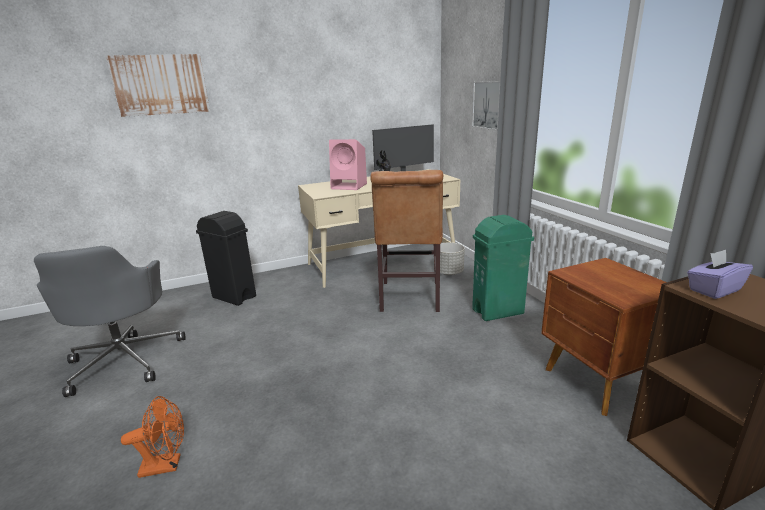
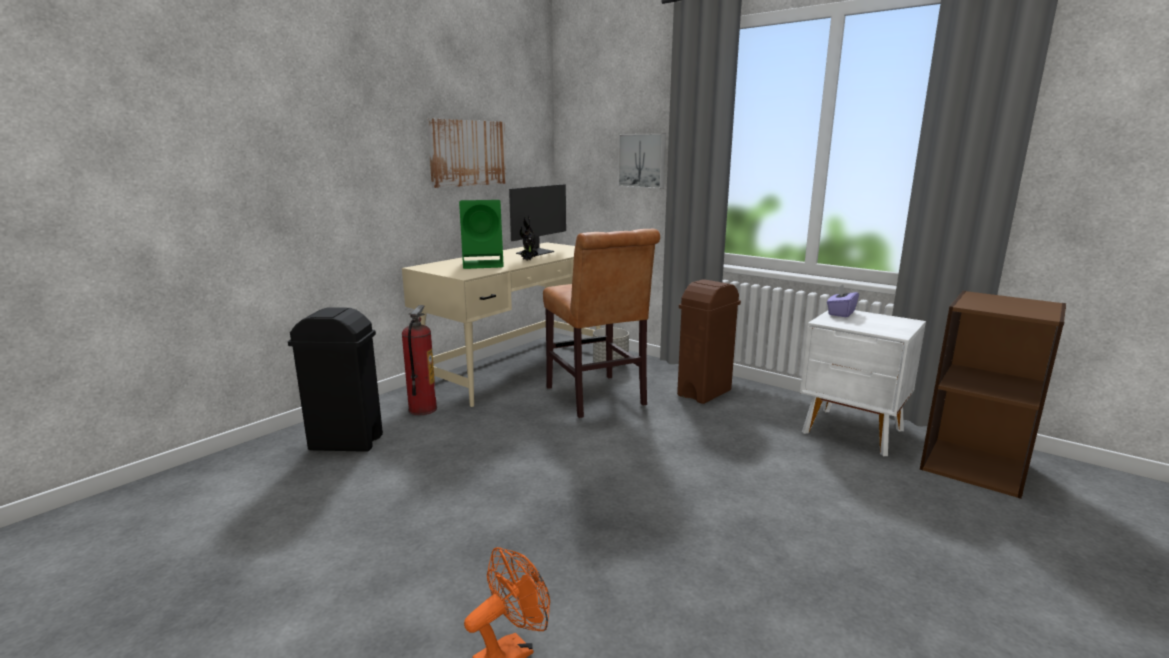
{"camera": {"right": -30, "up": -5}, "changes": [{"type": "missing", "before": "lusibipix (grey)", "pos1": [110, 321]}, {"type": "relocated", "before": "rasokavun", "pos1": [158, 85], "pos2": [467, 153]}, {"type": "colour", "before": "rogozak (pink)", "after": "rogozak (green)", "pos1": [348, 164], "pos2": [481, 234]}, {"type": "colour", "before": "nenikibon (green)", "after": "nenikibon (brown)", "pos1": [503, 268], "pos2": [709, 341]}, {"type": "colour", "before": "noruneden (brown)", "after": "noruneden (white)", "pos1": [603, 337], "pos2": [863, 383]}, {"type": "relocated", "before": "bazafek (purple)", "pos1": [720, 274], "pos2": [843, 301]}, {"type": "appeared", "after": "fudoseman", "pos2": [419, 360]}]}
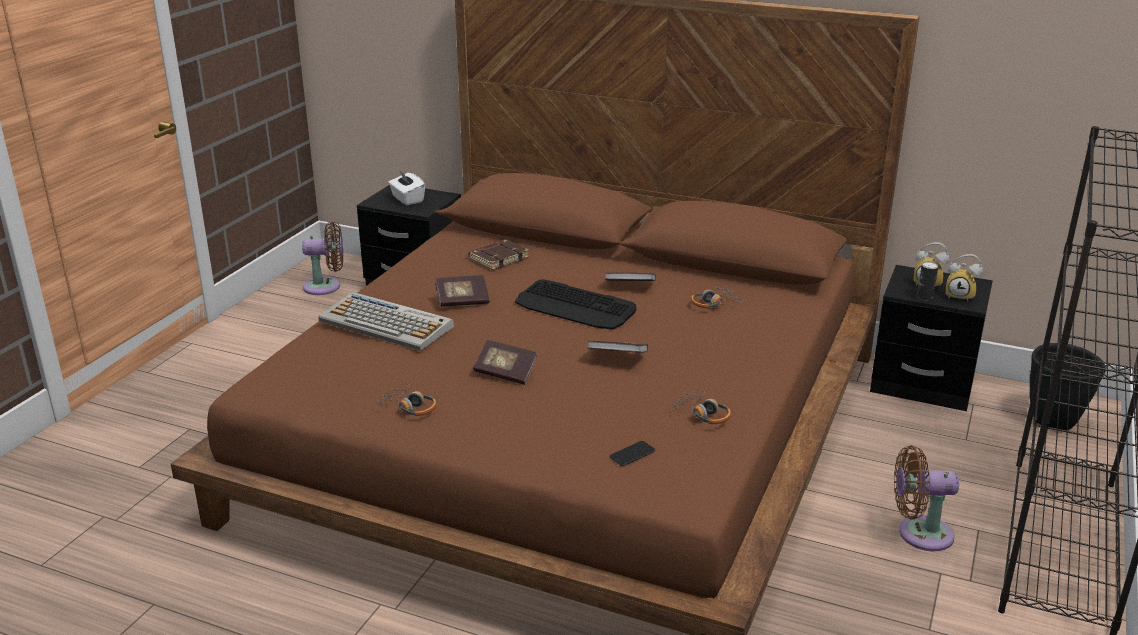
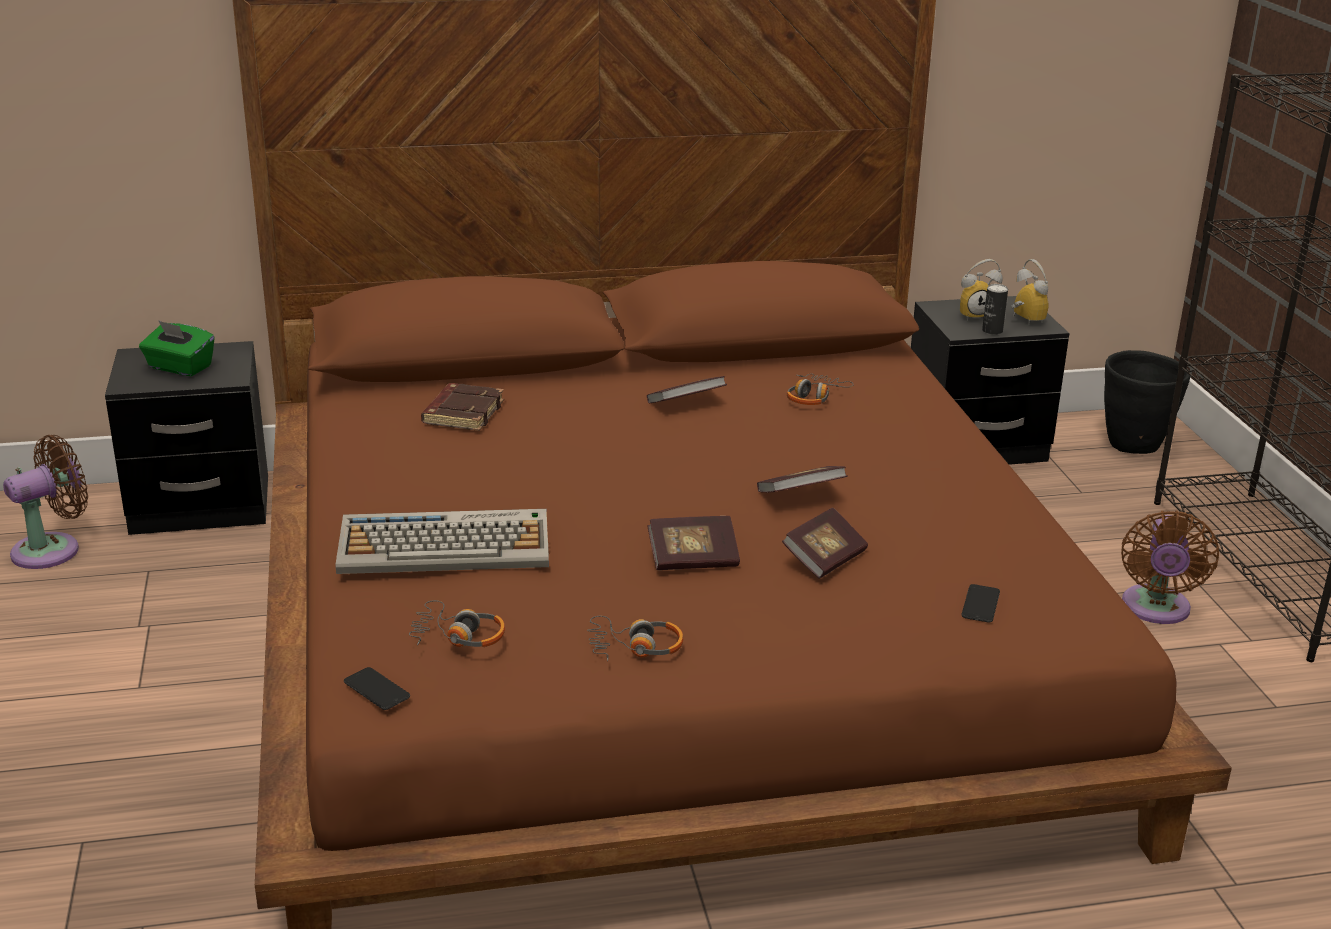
{"camera": {"right": -35, "up": 0}, "changes": [{"type": "colour", "before": "bazafek (white)", "after": "bazafek (green)", "pos1": [406, 188], "pos2": [177, 348]}, {"type": "relocated", "before": "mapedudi", "pos1": [462, 291], "pos2": [825, 543]}, {"type": "missing", "before": "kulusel", "pos1": [575, 304]}, {"type": "relocated", "before": "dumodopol", "pos1": [701, 406], "pos2": [457, 623]}, {"type": "spun", "before": "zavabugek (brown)", "pos1": [926, 498], "pos2": [1170, 567], "turn": -45}, {"type": "spun", "before": "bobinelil", "pos1": [964, 278], "pos2": [1030, 291], "turn": -105}, {"type": "appeared", "after": "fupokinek", "pos2": [377, 688]}]}
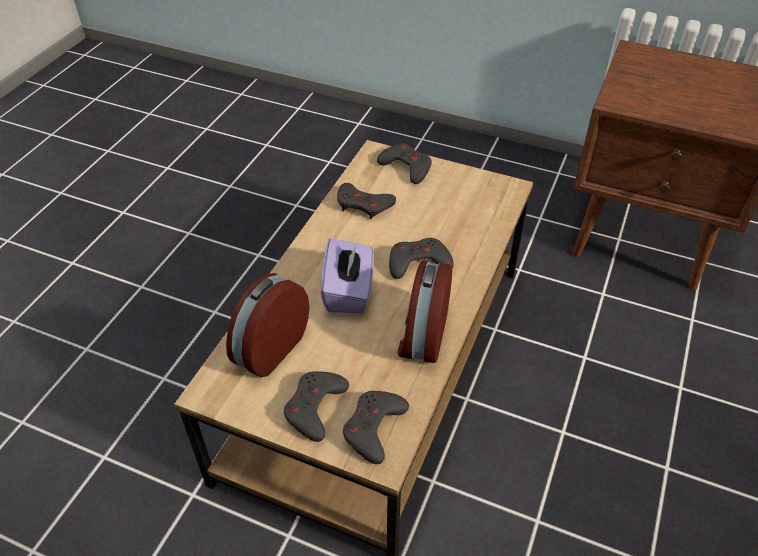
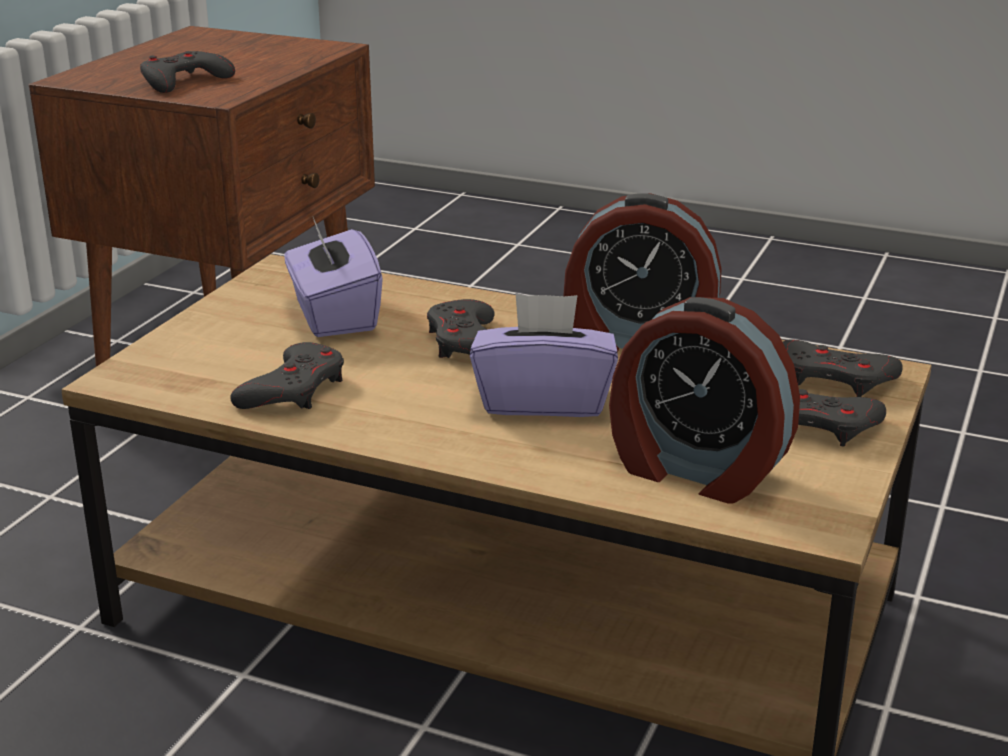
{"camera": {"right": -90, "up": -20}, "changes": [{"type": "relocated", "before": "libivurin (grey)", "pos1": [404, 163], "pos2": [187, 72]}, {"type": "appeared", "after": "bazafek (purple)", "pos2": [333, 277]}]}
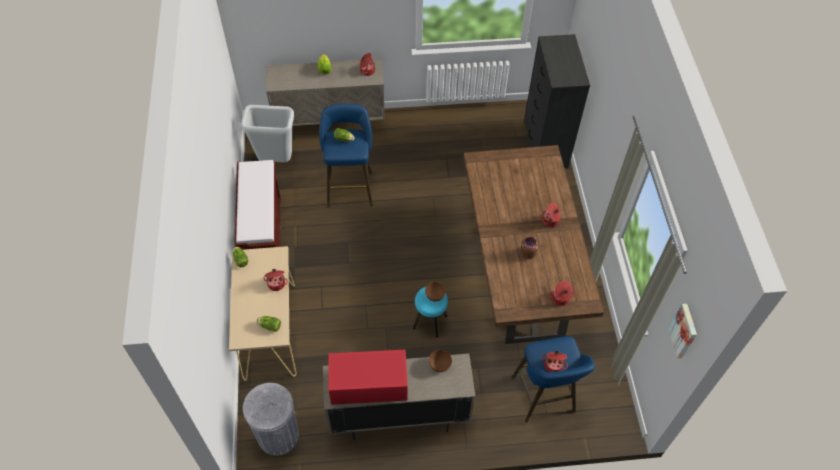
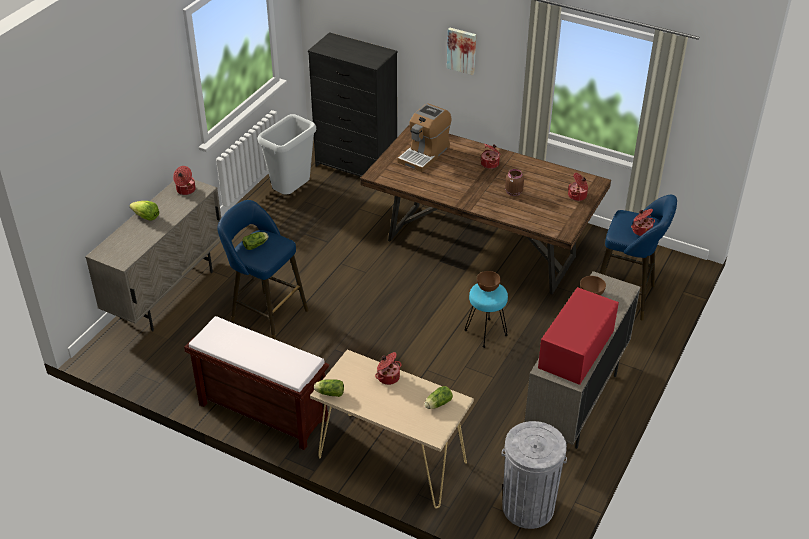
{"camera": {"right": -55, "up": -15}, "changes": [{"type": "relocated", "before": "nenikibon (grey)", "pos1": [267, 133], "pos2": [286, 154]}, {"type": "relocated", "before": "rasokavun", "pos1": [682, 331], "pos2": [461, 51]}, {"type": "appeared", "after": "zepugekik", "pos2": [424, 137]}]}
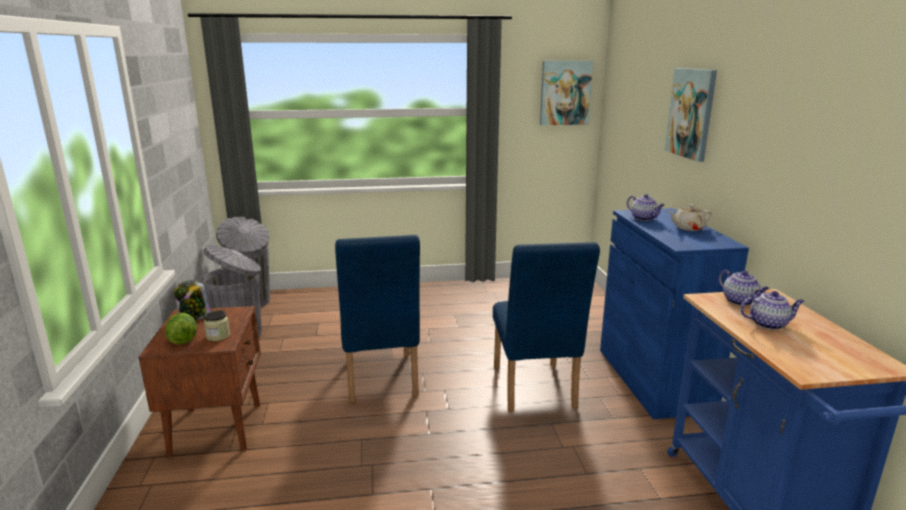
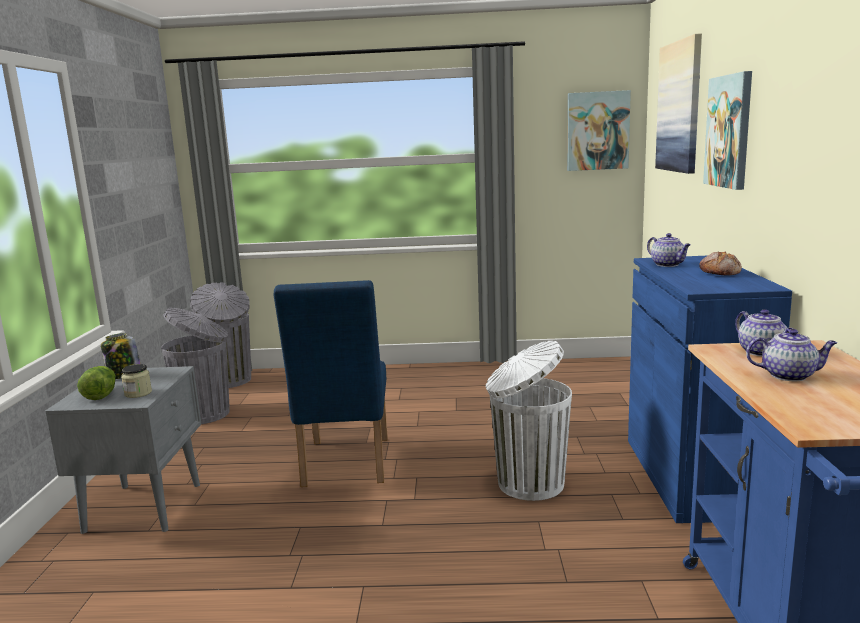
{"camera": {"right": 10, "up": -5}, "changes": [{"type": "colour", "before": "noruneden (brown)", "after": "noruneden (grey)", "pos1": [199, 381], "pos2": [123, 450]}, {"type": "exchanged", "before": "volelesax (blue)", "after": "nenikibon (white)", "pos1": [546, 327], "pos2": [529, 421]}, {"type": "exchanged", "before": "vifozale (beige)", "after": "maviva", "pos1": [690, 218], "pos2": [720, 264]}, {"type": "appeared", "after": "rasokavun", "pos2": [678, 103]}]}
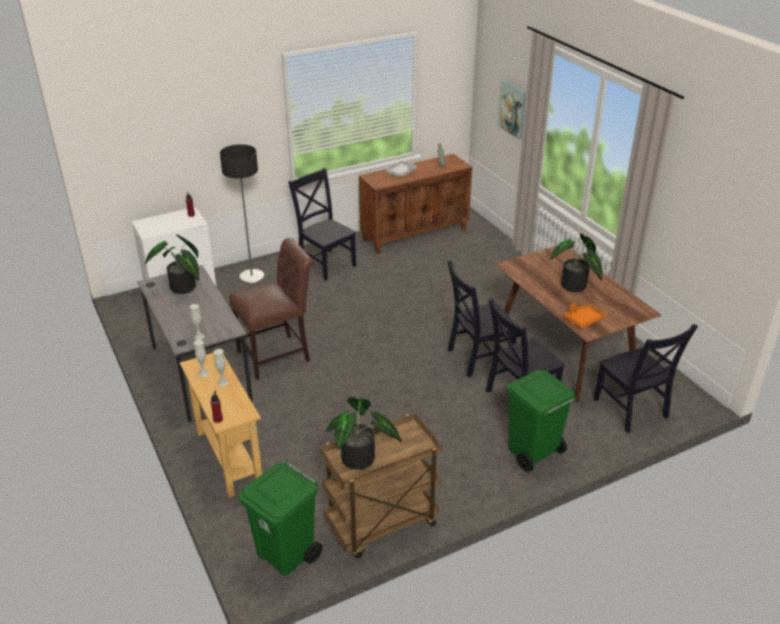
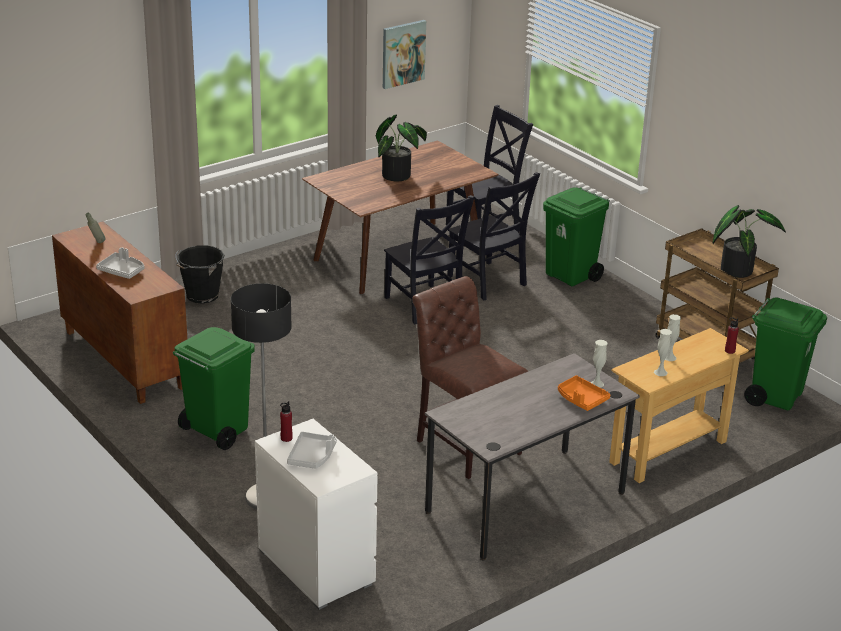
{"camera": {"right": -100, "up": -5}, "changes": [{"type": "missing", "before": "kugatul", "pos1": [172, 264]}, {"type": "exchanged", "before": "volelesax (black)", "after": "nenikibon (green)", "pos1": [322, 224], "pos2": [214, 388]}, {"type": "relocated", "before": "rasokavun", "pos1": [511, 109], "pos2": [404, 54]}, {"type": "relocated", "before": "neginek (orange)", "pos1": [585, 316], "pos2": [584, 393]}, {"type": "appeared", "after": "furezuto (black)", "pos2": [200, 274]}, {"type": "appeared", "after": "neginek (grey)", "pos2": [312, 450]}]}
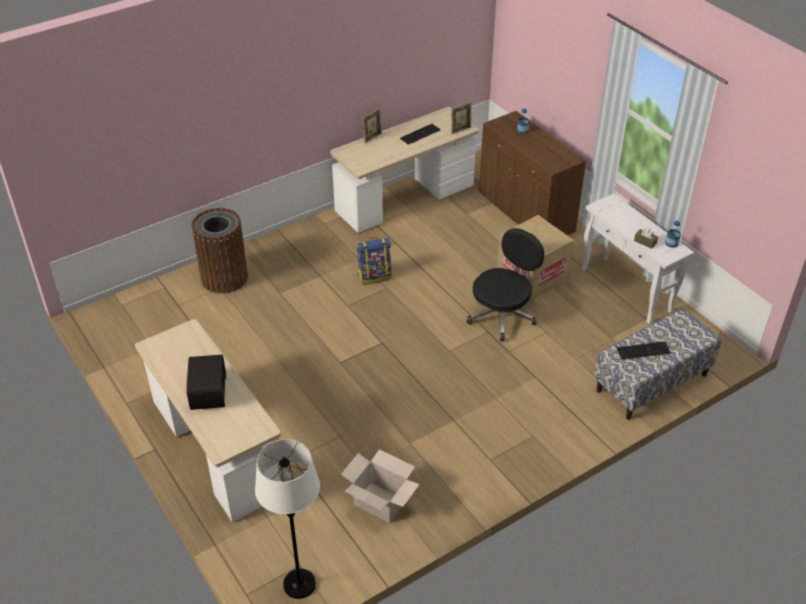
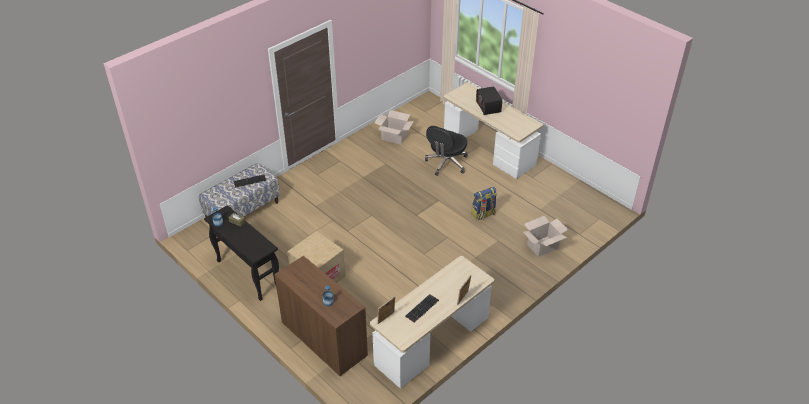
{"camera": {"right": 170, "up": 0}, "changes": [{"type": "exchanged", "before": "nenikibon (brown)", "after": "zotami", "pos1": [220, 251], "pos2": [545, 236]}, {"type": "missing", "before": "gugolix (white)", "pos1": [287, 519]}, {"type": "relocated", "before": "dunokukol", "pos1": [374, 261], "pos2": [484, 204]}, {"type": "relocated", "before": "lusibipix (black)", "pos1": [505, 285], "pos2": [446, 151]}, {"type": "colour", "before": "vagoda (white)", "after": "vagoda (black)", "pos1": [638, 259], "pos2": [241, 253]}]}
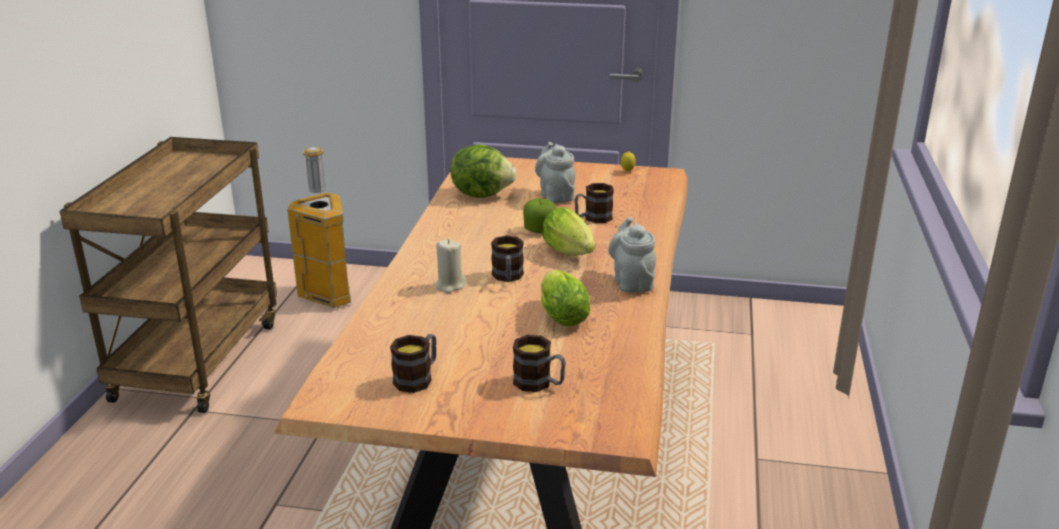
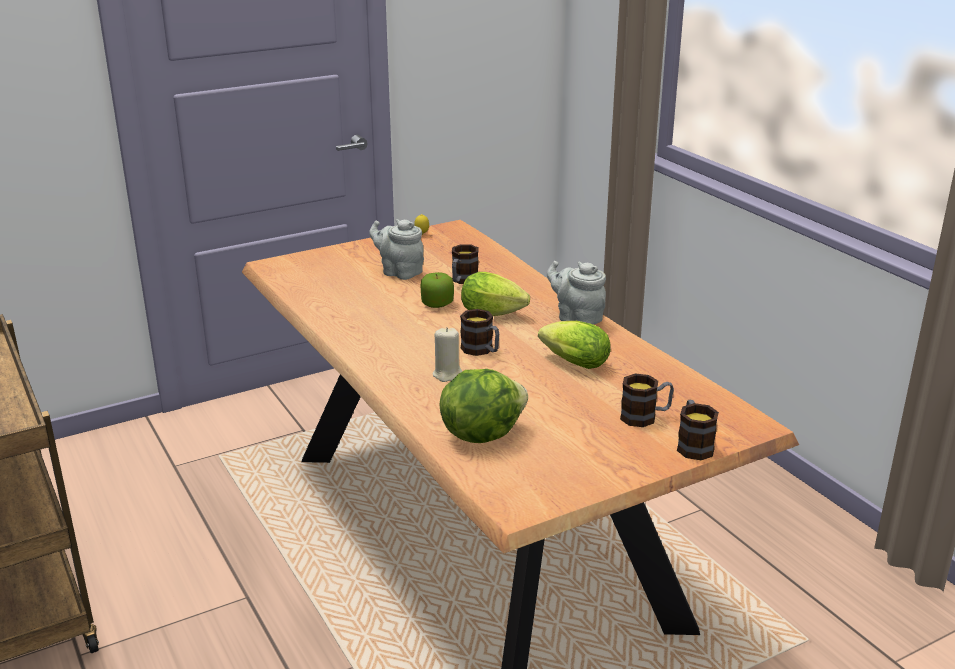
{"camera": {"right": -40, "up": 0}, "changes": [{"type": "missing", "before": "nenikibon", "pos1": [319, 227]}, {"type": "relocated", "before": "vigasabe", "pos1": [413, 363], "pos2": [698, 430]}, {"type": "relocated", "before": "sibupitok", "pos1": [484, 170], "pos2": [483, 406]}]}
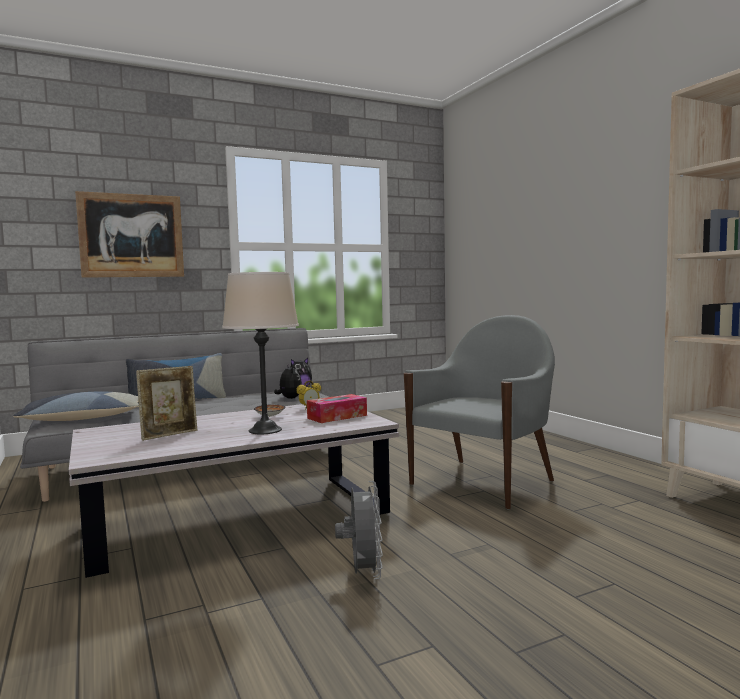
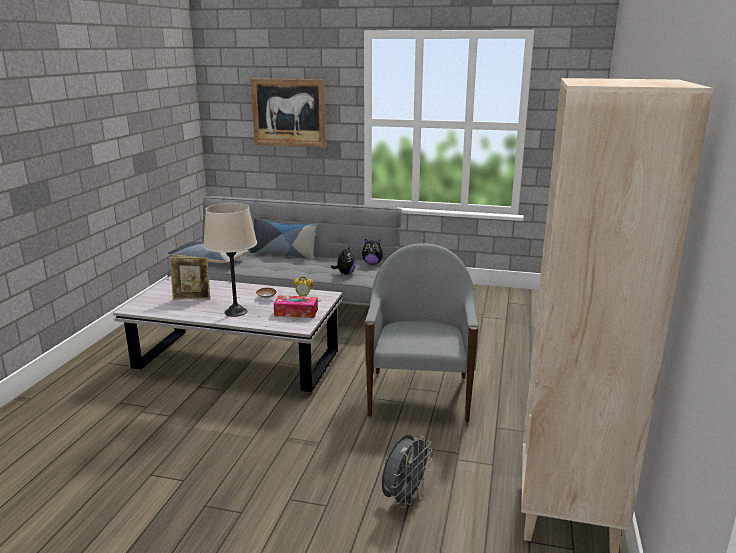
{"camera": {"right": 40, "up": 15}, "changes": [{"type": "relocated", "before": "zavabugek (grey)", "pos1": [359, 530], "pos2": [407, 471]}, {"type": "spun", "before": "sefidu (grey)", "pos1": [479, 412], "pos2": [422, 332], "turn": -75}]}
